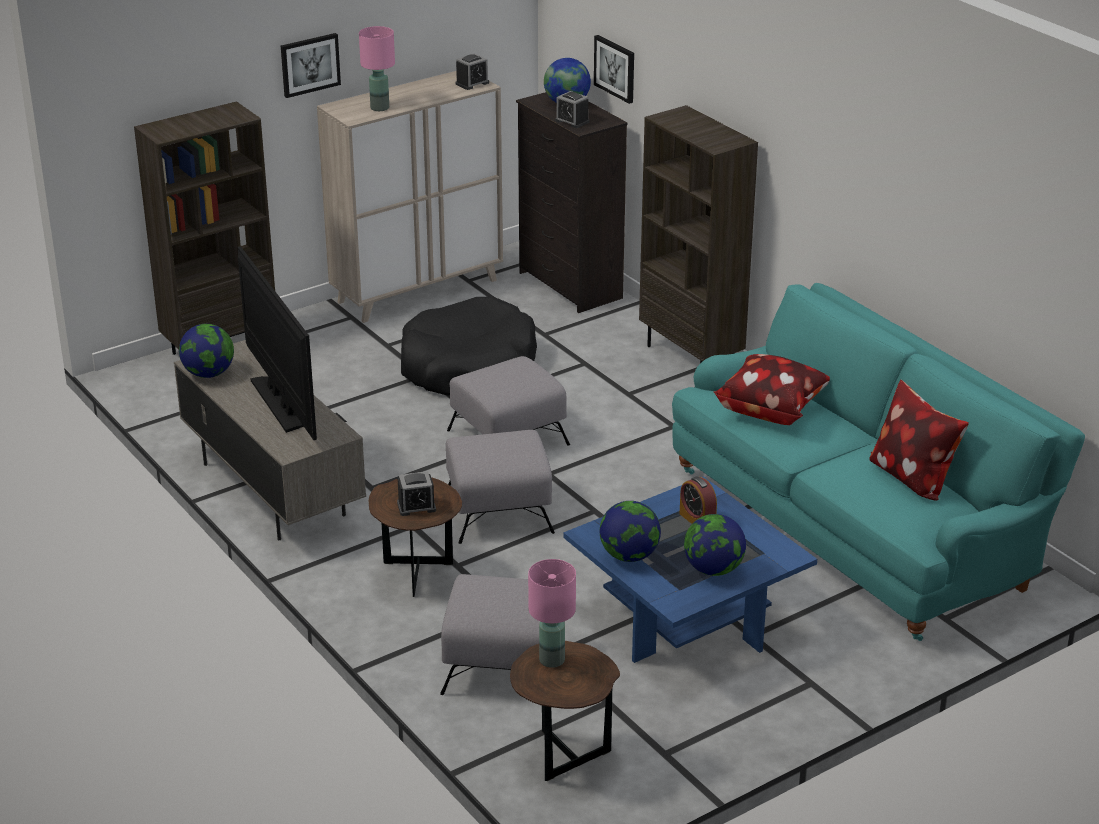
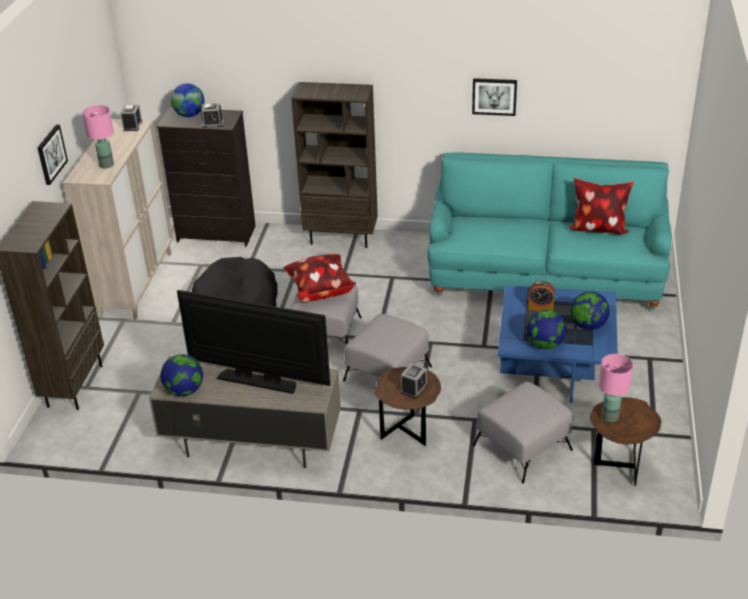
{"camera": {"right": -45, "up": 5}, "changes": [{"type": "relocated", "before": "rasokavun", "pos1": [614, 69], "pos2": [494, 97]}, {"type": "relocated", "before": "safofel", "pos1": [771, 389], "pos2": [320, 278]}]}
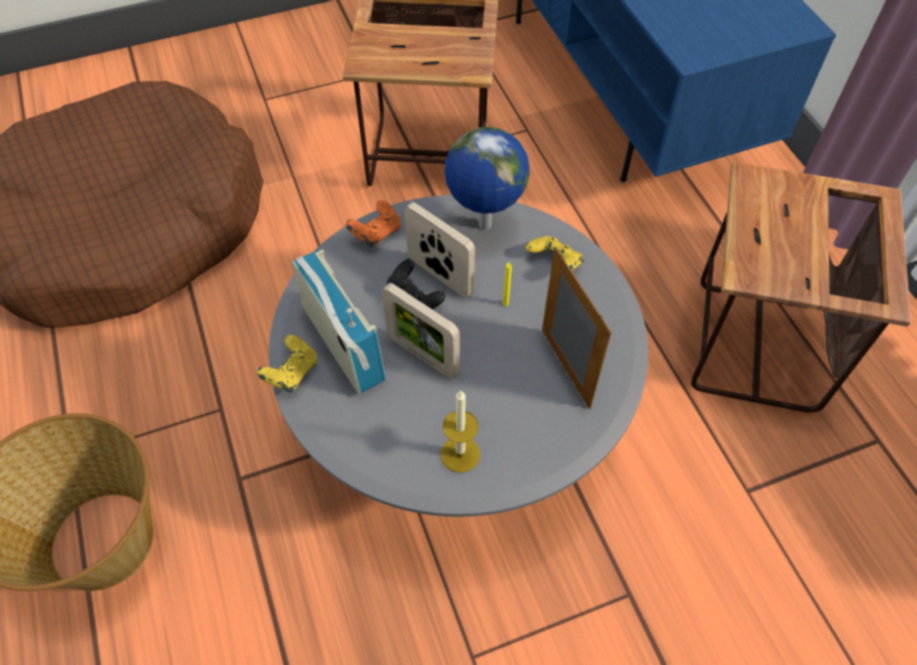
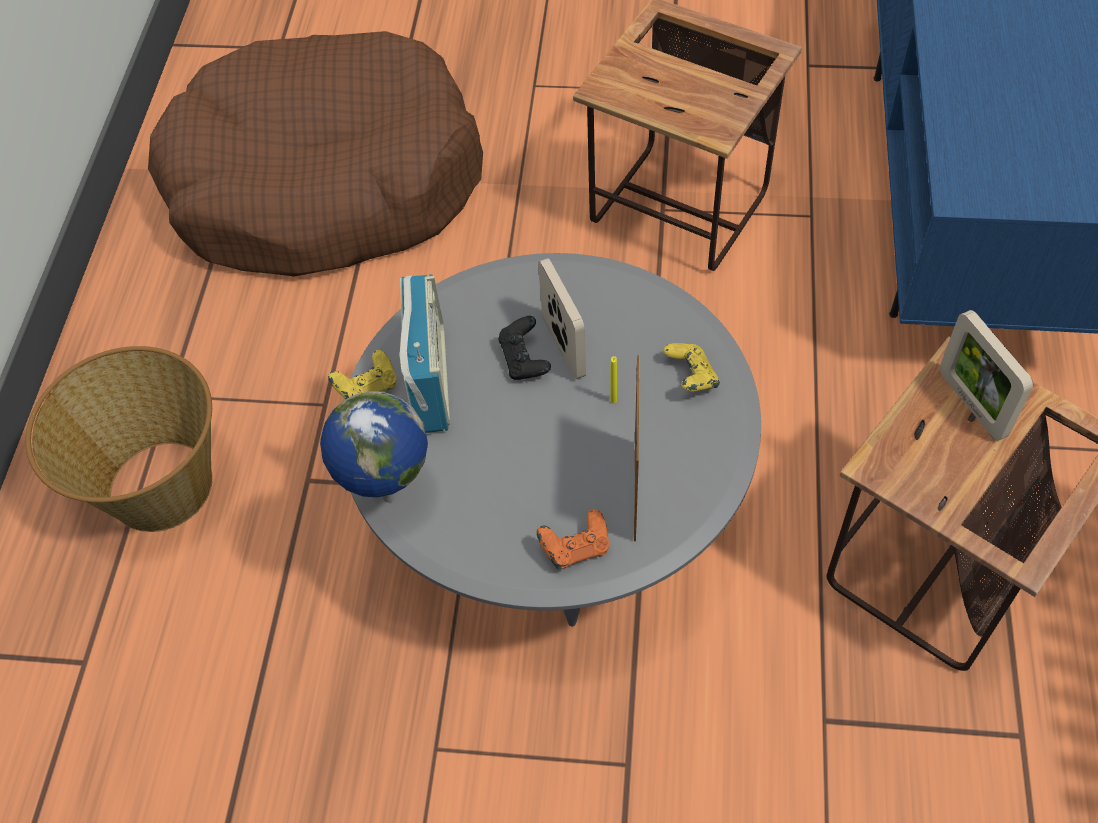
{"camera": {"right": 30, "up": 0}, "changes": [{"type": "relocated", "before": "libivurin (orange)", "pos1": [373, 223], "pos2": [573, 539]}, {"type": "relocated", "before": "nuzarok", "pos1": [421, 331], "pos2": [986, 375]}, {"type": "missing", "before": "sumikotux", "pos1": [460, 432]}, {"type": "relocated", "before": "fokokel", "pos1": [487, 178], "pos2": [374, 447]}]}
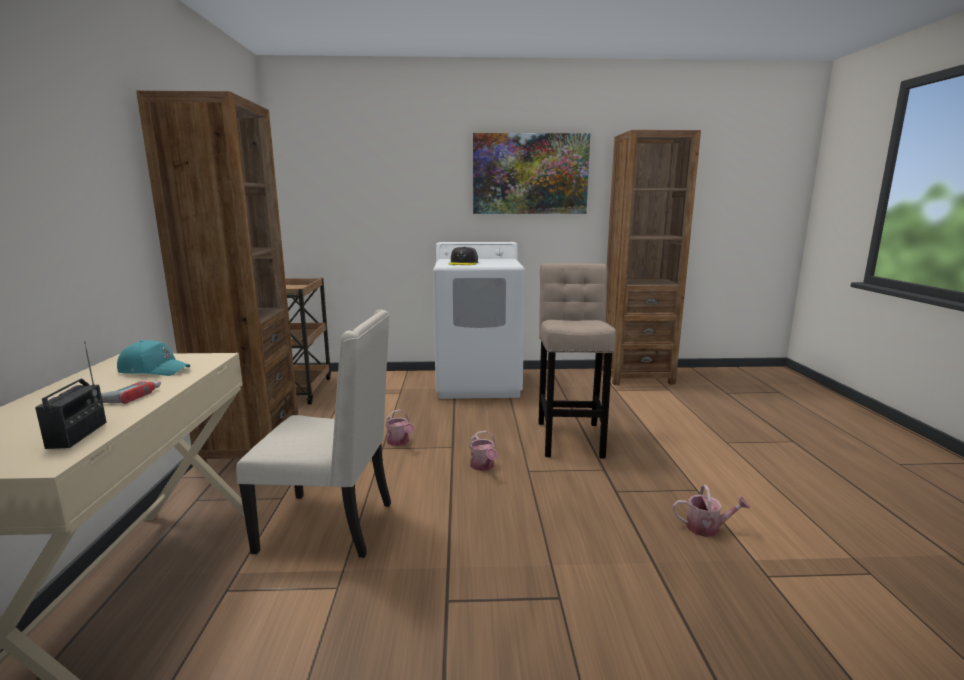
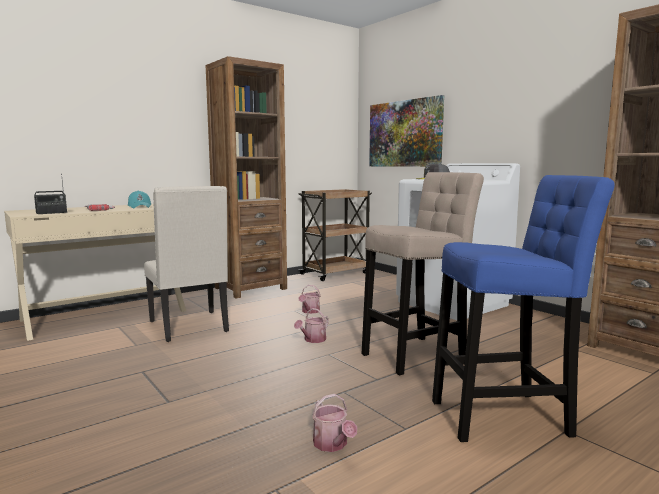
{"camera": {"right": 55, "up": -5}, "changes": [{"type": "relocated", "before": "rasokavun", "pos1": [531, 173], "pos2": [406, 131]}, {"type": "appeared", "after": "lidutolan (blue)", "pos2": [523, 308]}]}
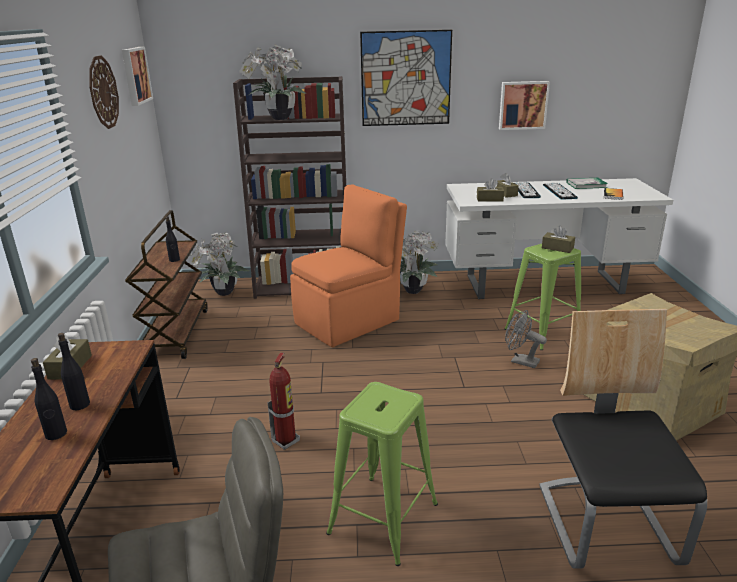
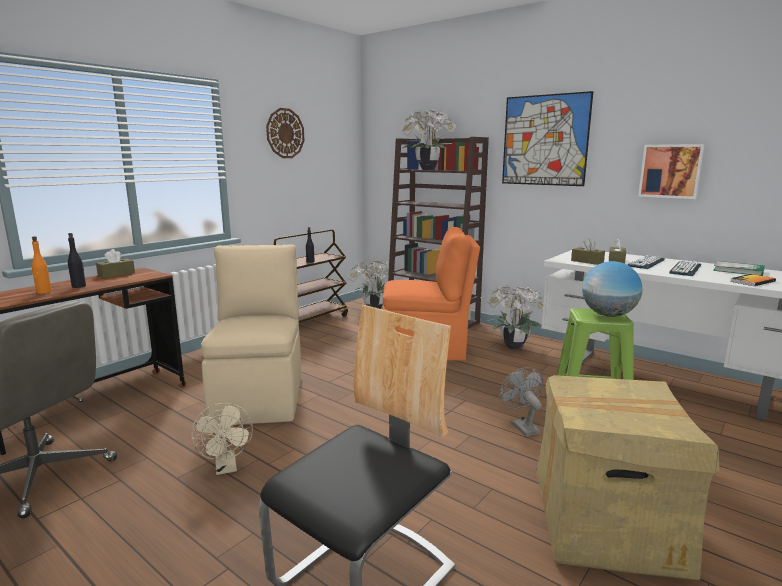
{"camera": {"right": 40, "up": -10}, "changes": [{"type": "colour", "before": "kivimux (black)", "after": "kivimux (orange)", "pos1": [49, 399], "pos2": [42, 265]}, {"type": "missing", "before": "rasokavun", "pos1": [137, 76]}, {"type": "exchanged", "before": "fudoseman", "after": "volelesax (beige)", "pos1": [284, 401], "pos2": [251, 334]}, {"type": "exchanged", "before": "lidutolan (green)", "after": "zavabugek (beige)", "pos1": [382, 474], "pos2": [222, 439]}, {"type": "exchanged", "before": "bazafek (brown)", "after": "fokokel", "pos1": [558, 239], "pos2": [612, 289]}]}
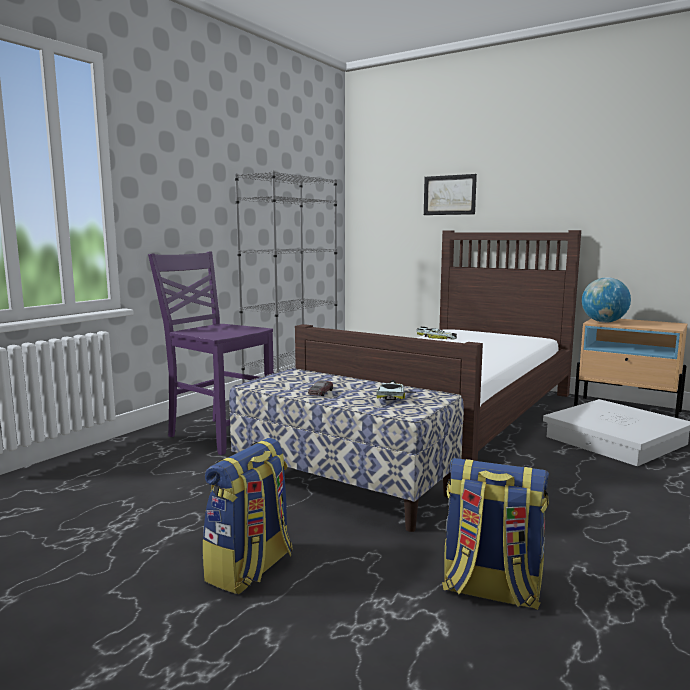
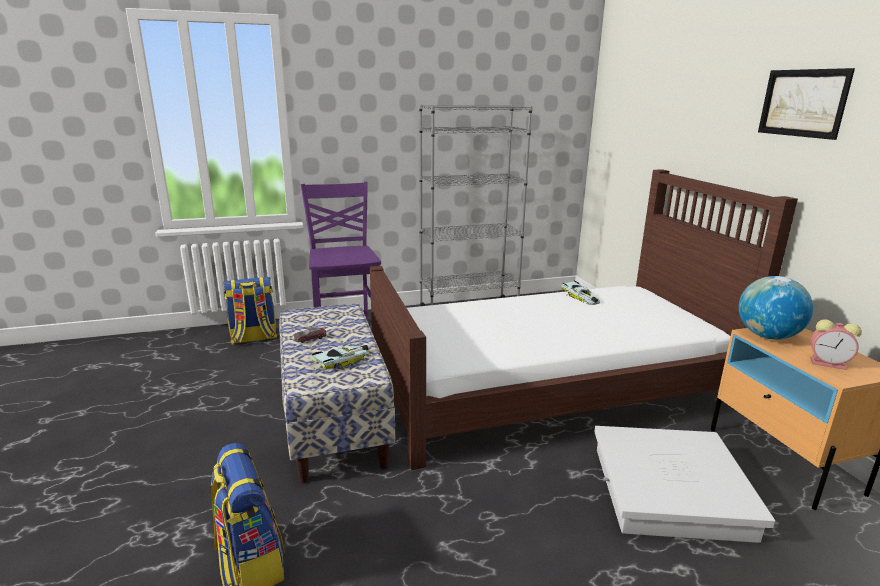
{"camera": {"right": 40, "up": 10}, "changes": [{"type": "relocated", "before": "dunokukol", "pos1": [248, 516], "pos2": [250, 310]}, {"type": "relocated", "before": "rasokavun", "pos1": [450, 194], "pos2": [806, 104]}, {"type": "appeared", "after": "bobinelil", "pos2": [836, 344]}]}
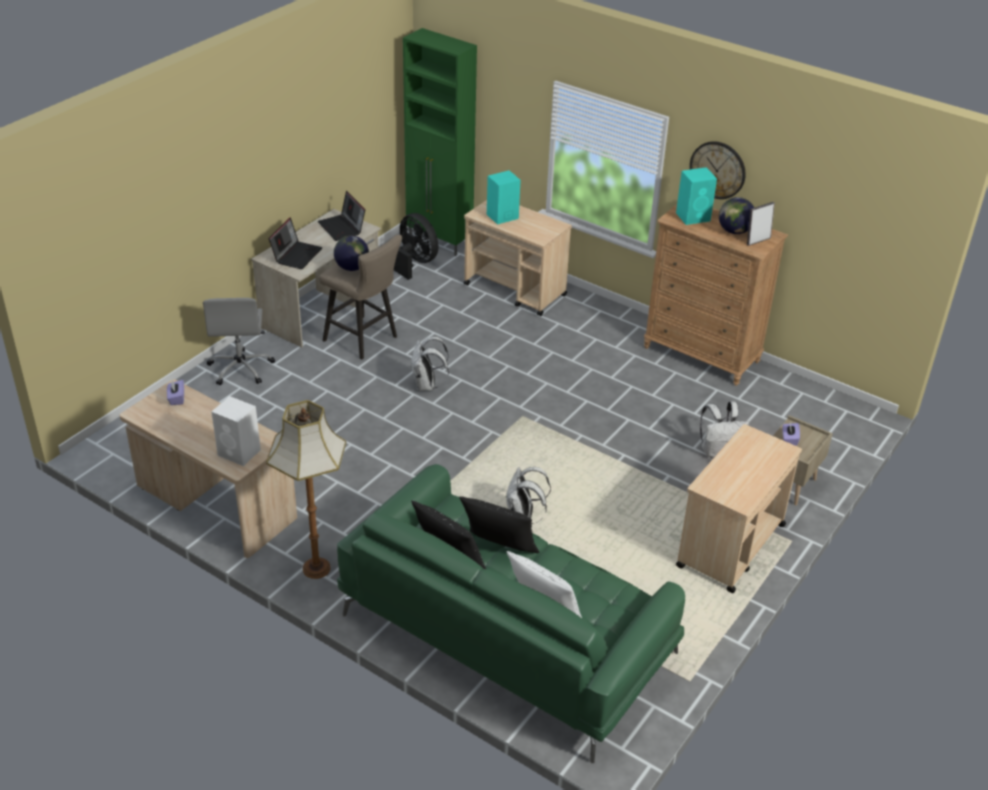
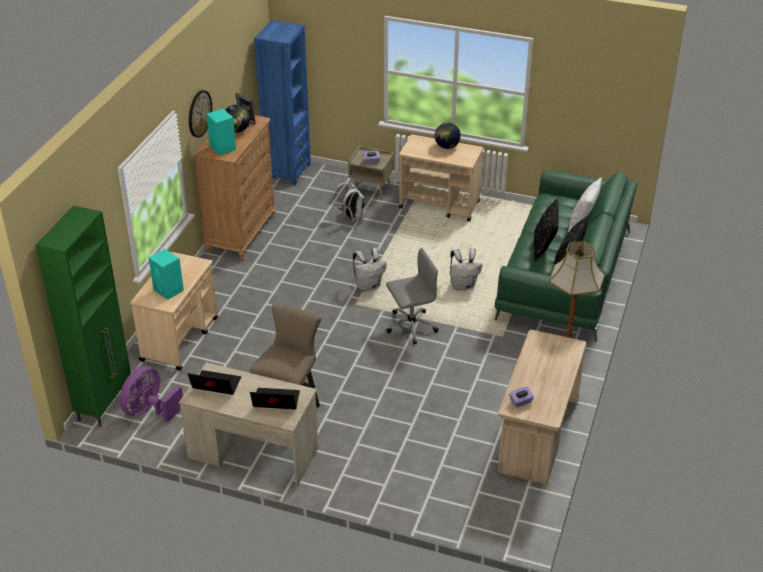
{"camera": {"right": -105, "up": 0}, "changes": [{"type": "relocated", "before": "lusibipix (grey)", "pos1": [239, 341], "pos2": [412, 296]}, {"type": "missing", "before": "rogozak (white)", "pos1": [236, 431]}, {"type": "spun", "before": "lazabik", "pos1": [341, 216], "pos2": [214, 382], "turn": -120}, {"type": "relocated", "before": "fokokel", "pos1": [351, 253], "pos2": [448, 136]}, {"type": "colour", "before": "zavabugek (black)", "after": "zavabugek (purple)", "pos1": [416, 246], "pos2": [151, 394]}, {"type": "relocated", "before": "dunokukol (white)", "pos1": [430, 364], "pos2": [370, 269]}, {"type": "appeared", "after": "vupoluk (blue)", "pos2": [282, 102]}]}
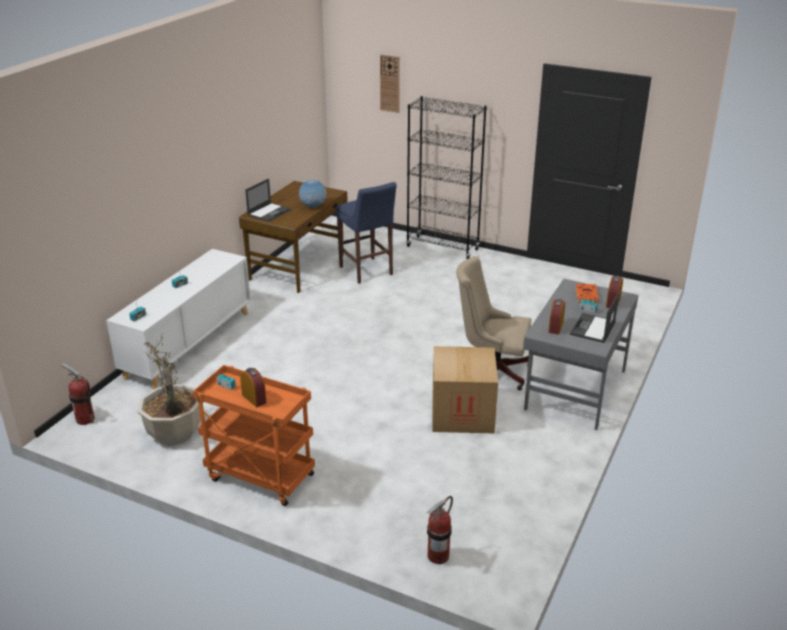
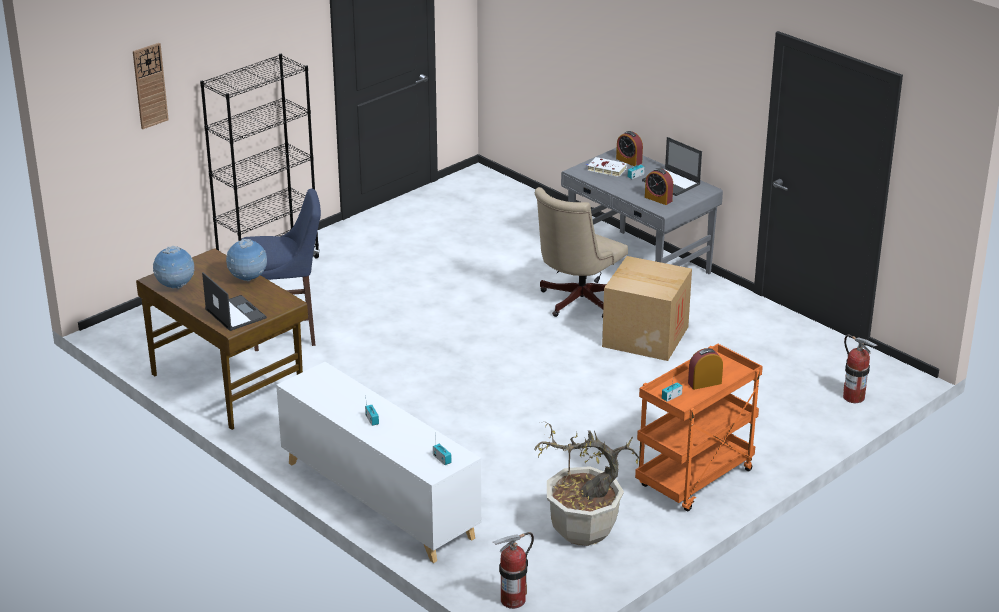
{"camera": {"right": -70, "up": 0}, "changes": [{"type": "colour", "before": "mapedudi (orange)", "after": "mapedudi (white)", "pos1": [587, 294], "pos2": [607, 167]}, {"type": "appeared", "after": "fokokel", "pos2": [173, 267]}]}
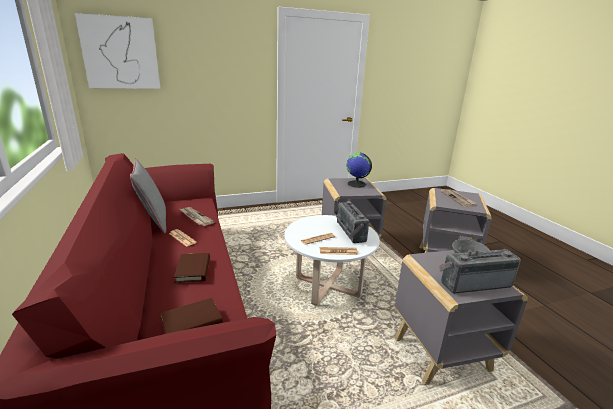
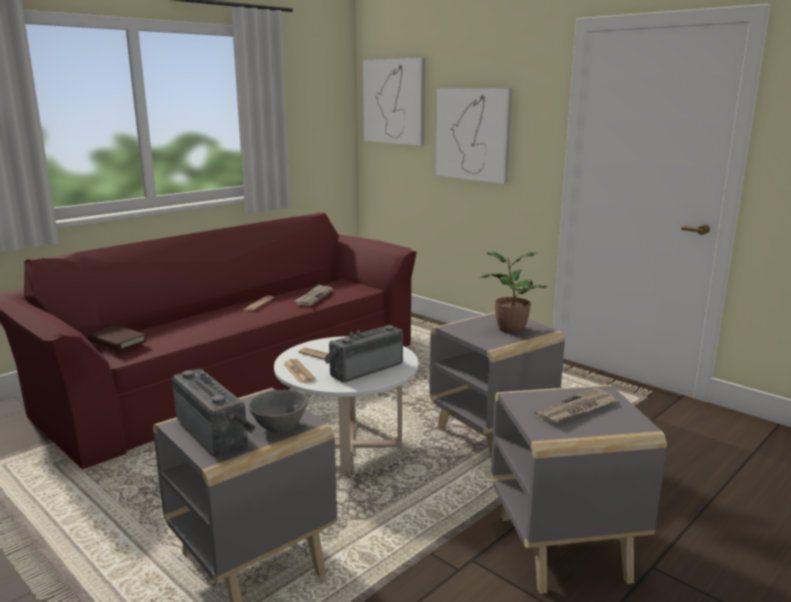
{"camera": {"right": 65, "up": -5}, "changes": [{"type": "missing", "before": "safofel (grey)", "pos1": [148, 195]}, {"type": "missing", "before": "mapedudi (brown)", "pos1": [192, 268]}, {"type": "exchanged", "before": "fokokel", "after": "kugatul", "pos1": [359, 170], "pos2": [513, 293]}, {"type": "appeared", "after": "rasokavun", "pos2": [474, 136]}]}
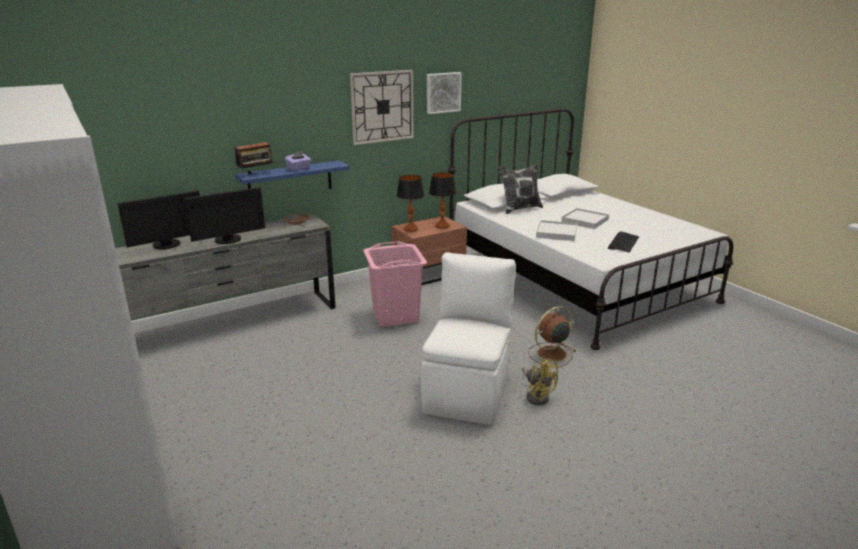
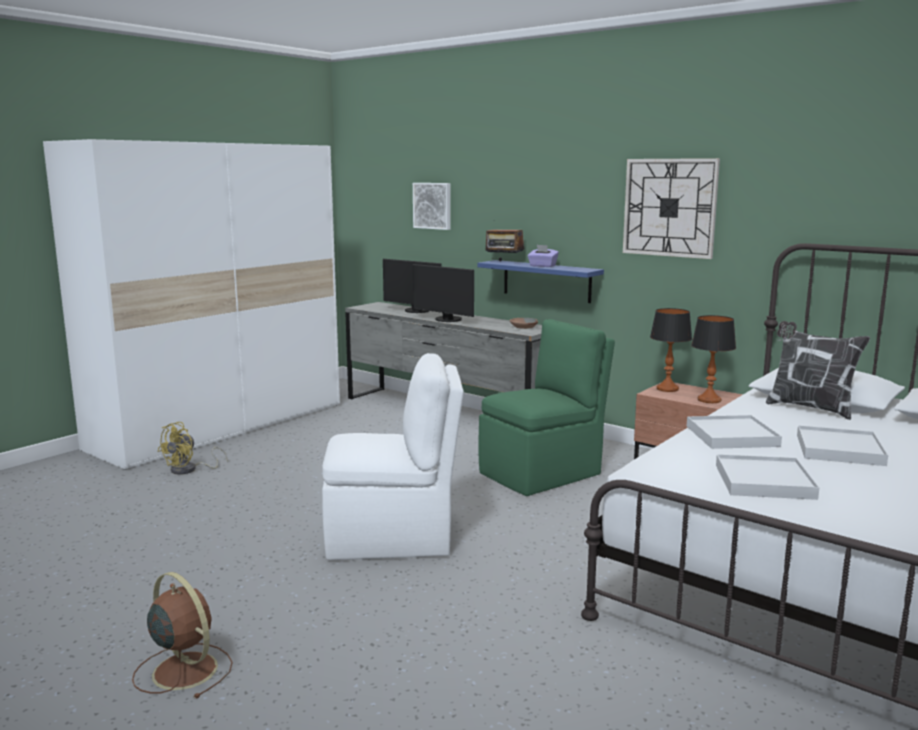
{"camera": {"right": 70, "up": -10}, "changes": [{"type": "exchanged", "before": "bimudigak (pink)", "after": "volelesax (green)", "pos1": [395, 284], "pos2": [546, 407]}, {"type": "relocated", "before": "rasokavun", "pos1": [444, 93], "pos2": [432, 206]}, {"type": "relocated", "before": "zavabugek (yellow)", "pos1": [540, 381], "pos2": [192, 448]}, {"type": "relocated", "before": "zavabugek (brown)", "pos1": [552, 336], "pos2": [182, 635]}, {"type": "exchanged", "before": "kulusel", "after": "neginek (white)", "pos1": [623, 242], "pos2": [768, 477]}]}
